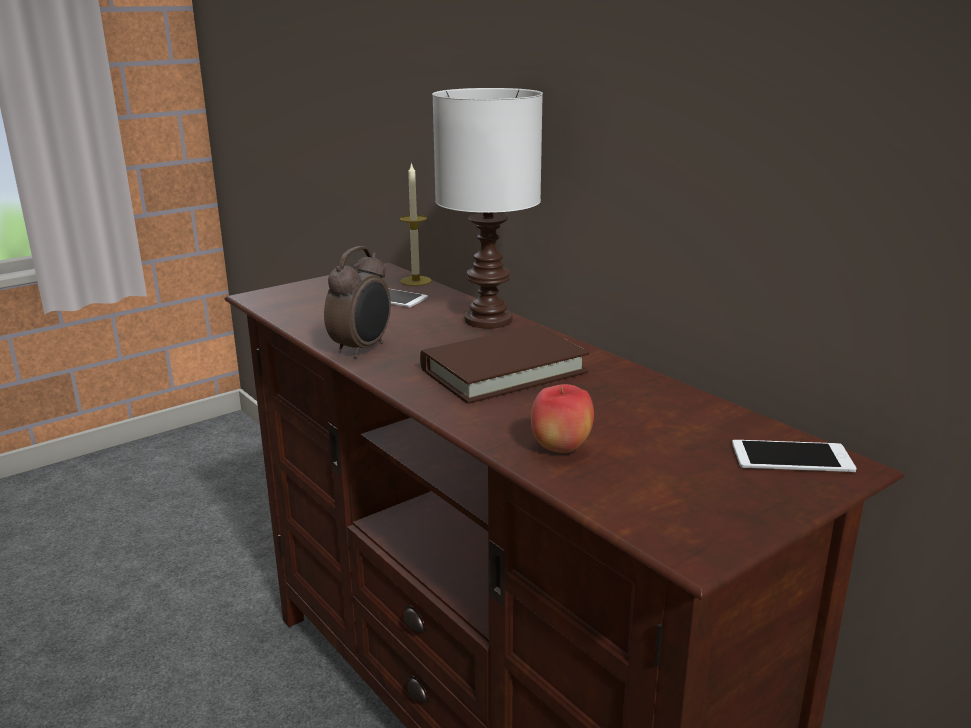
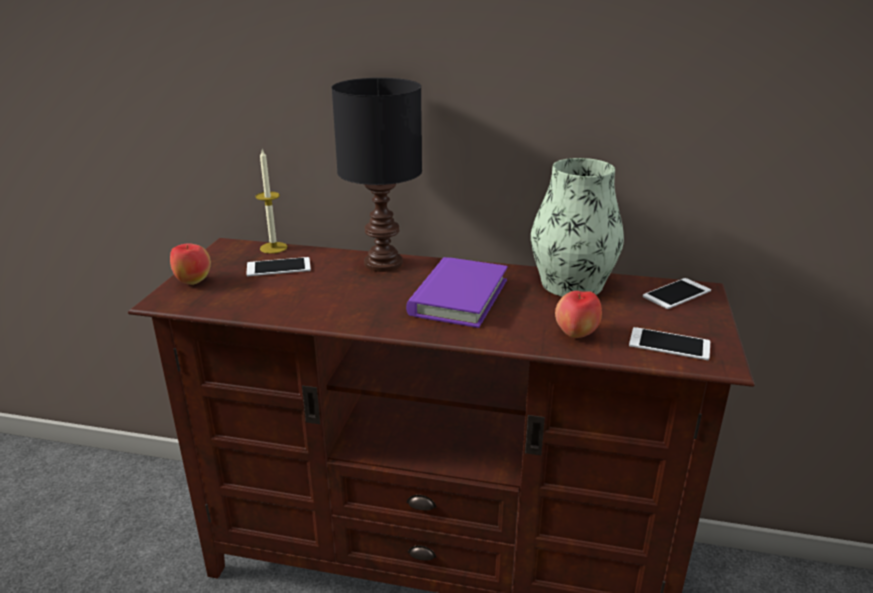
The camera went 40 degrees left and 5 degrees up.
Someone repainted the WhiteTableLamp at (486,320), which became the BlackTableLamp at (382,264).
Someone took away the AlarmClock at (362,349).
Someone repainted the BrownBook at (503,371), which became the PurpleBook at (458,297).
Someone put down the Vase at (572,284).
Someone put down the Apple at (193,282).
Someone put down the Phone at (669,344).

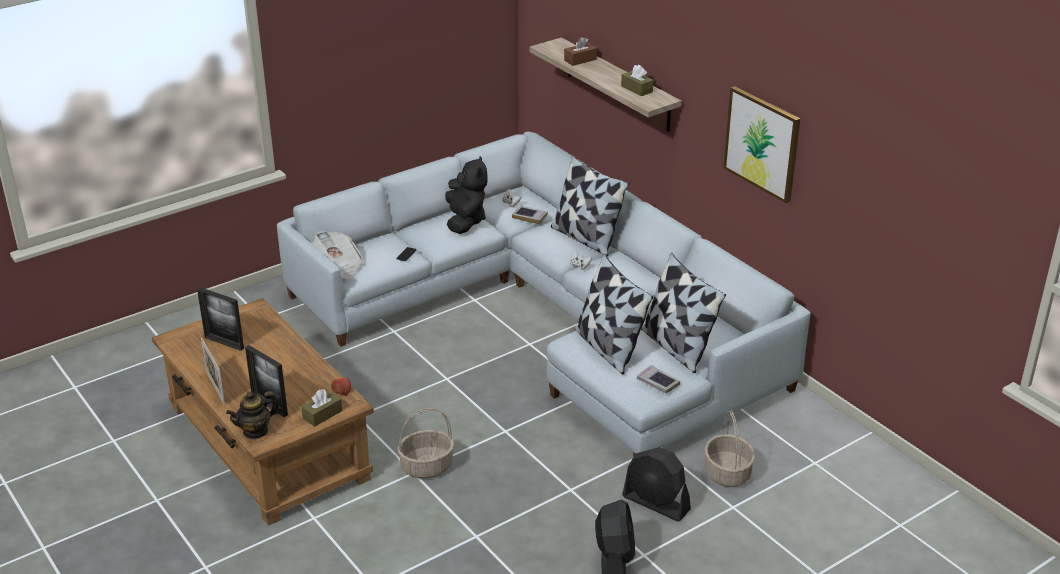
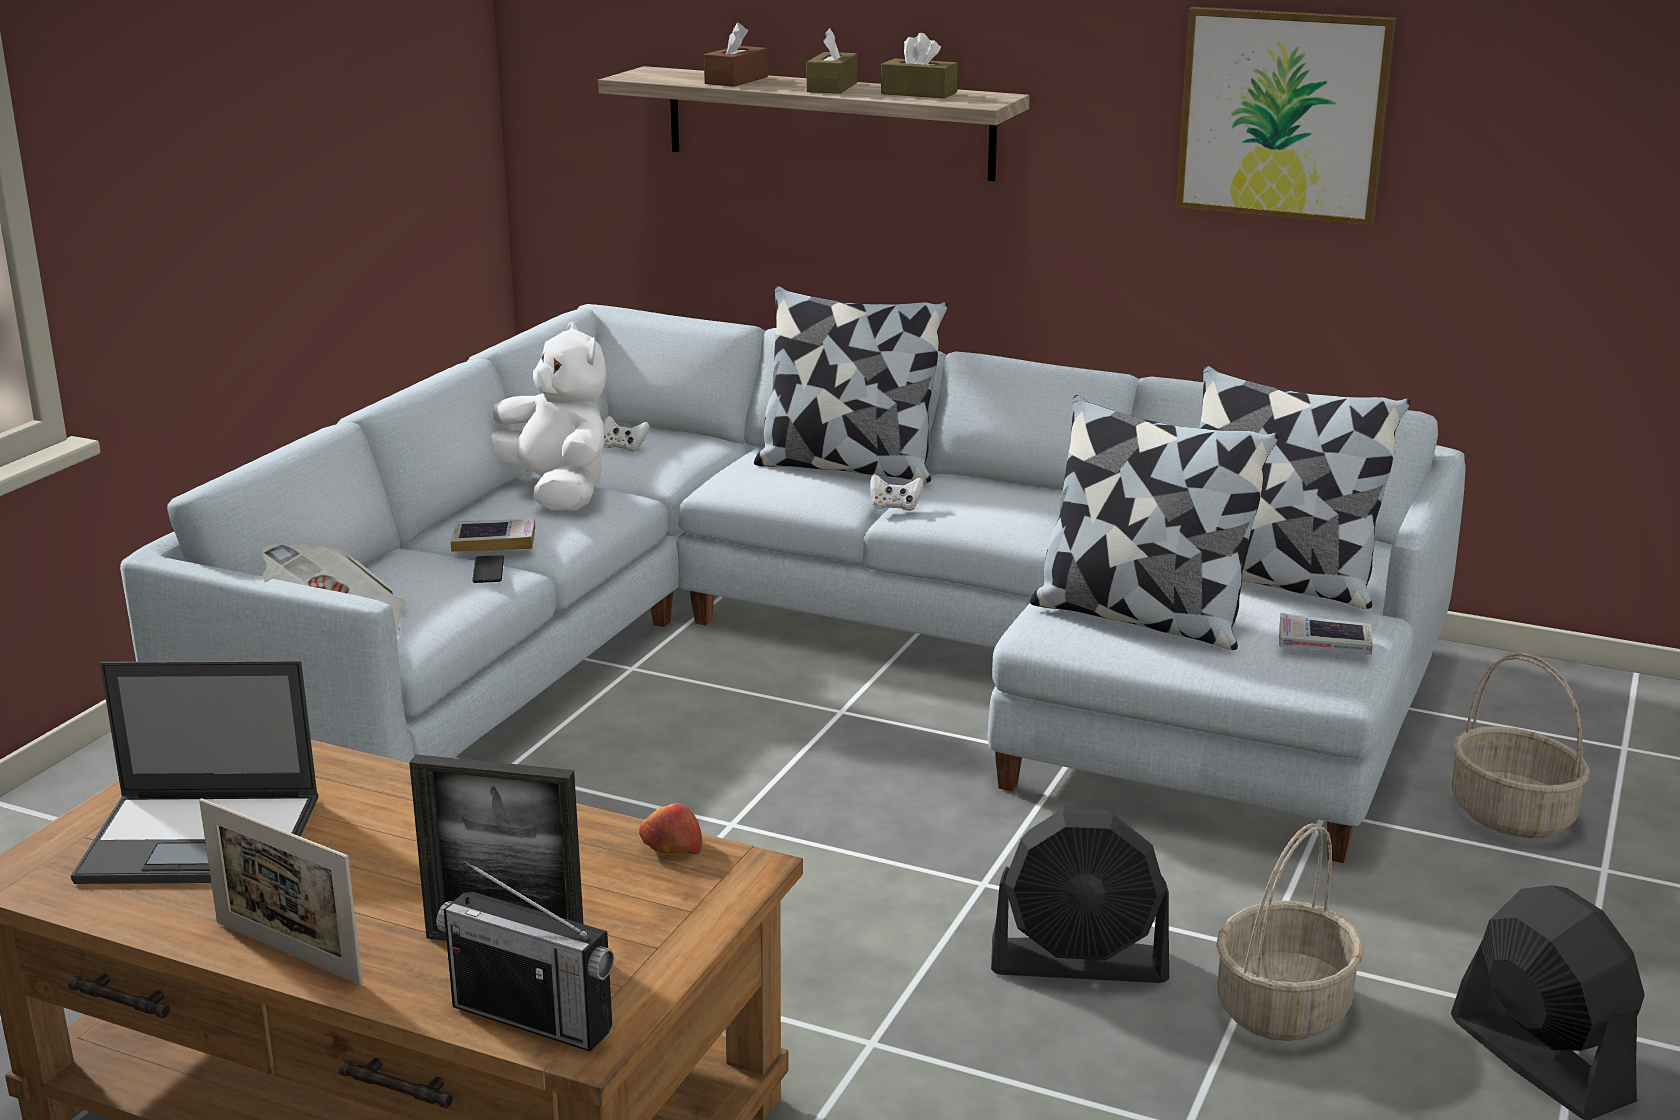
The camera went 30 degrees left and 10 degrees down.
Someone repainted the BlackPlushToy at (464,221), which became the WhitePlushToy at (555,492).
Someone carried the Book from (530,217) to (494,541).
Someone swapped the PictureFrame at (224,343) for the Laptop at (204,839).
Someone carried the BrownTissueBox from (322,414) to (832,87).
Someone swapped the Teapot at (255,431) for the Radio at (532,1018).
Someone carried the Basket from (427,466) to (1282,1007).
Someone carried the BlackFan from (656,503) to (1079,962).

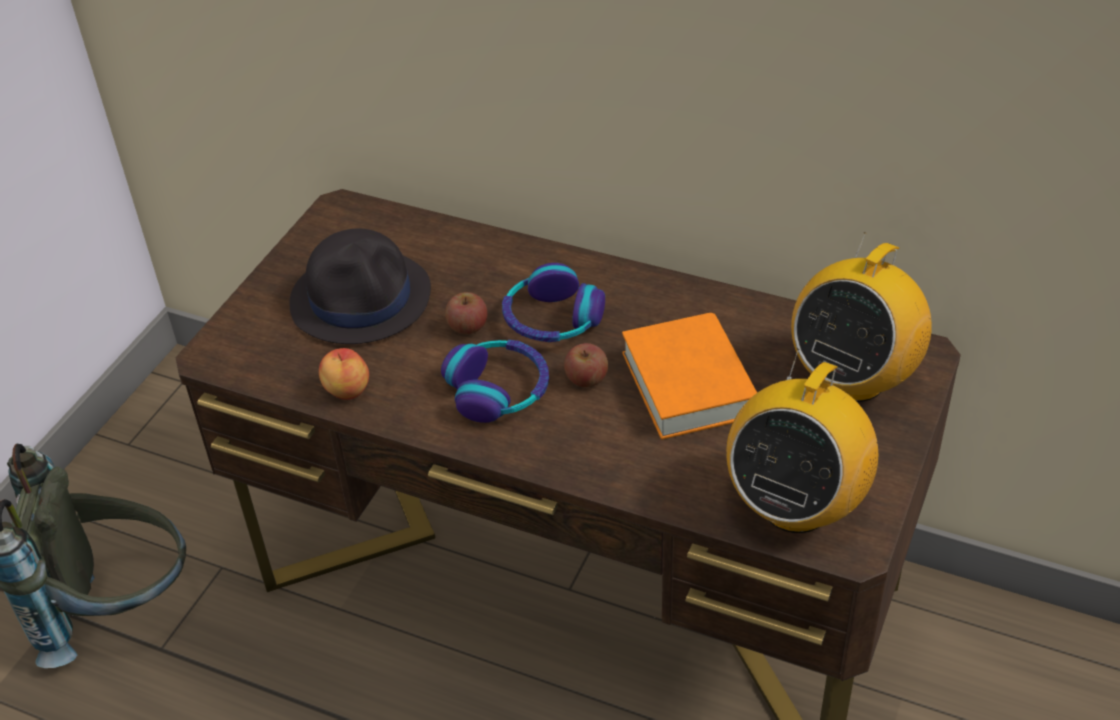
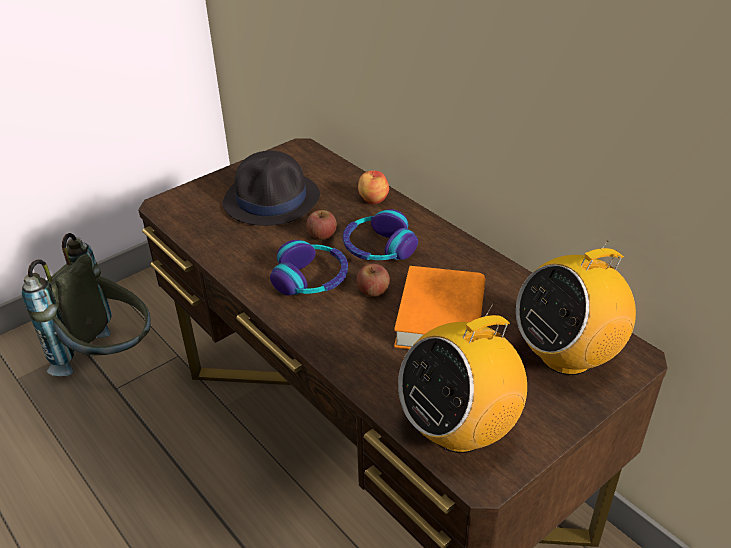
The camera went 25 degrees right and 5 degrees down.
Someone carried the Apple from (346,391) to (372,199).

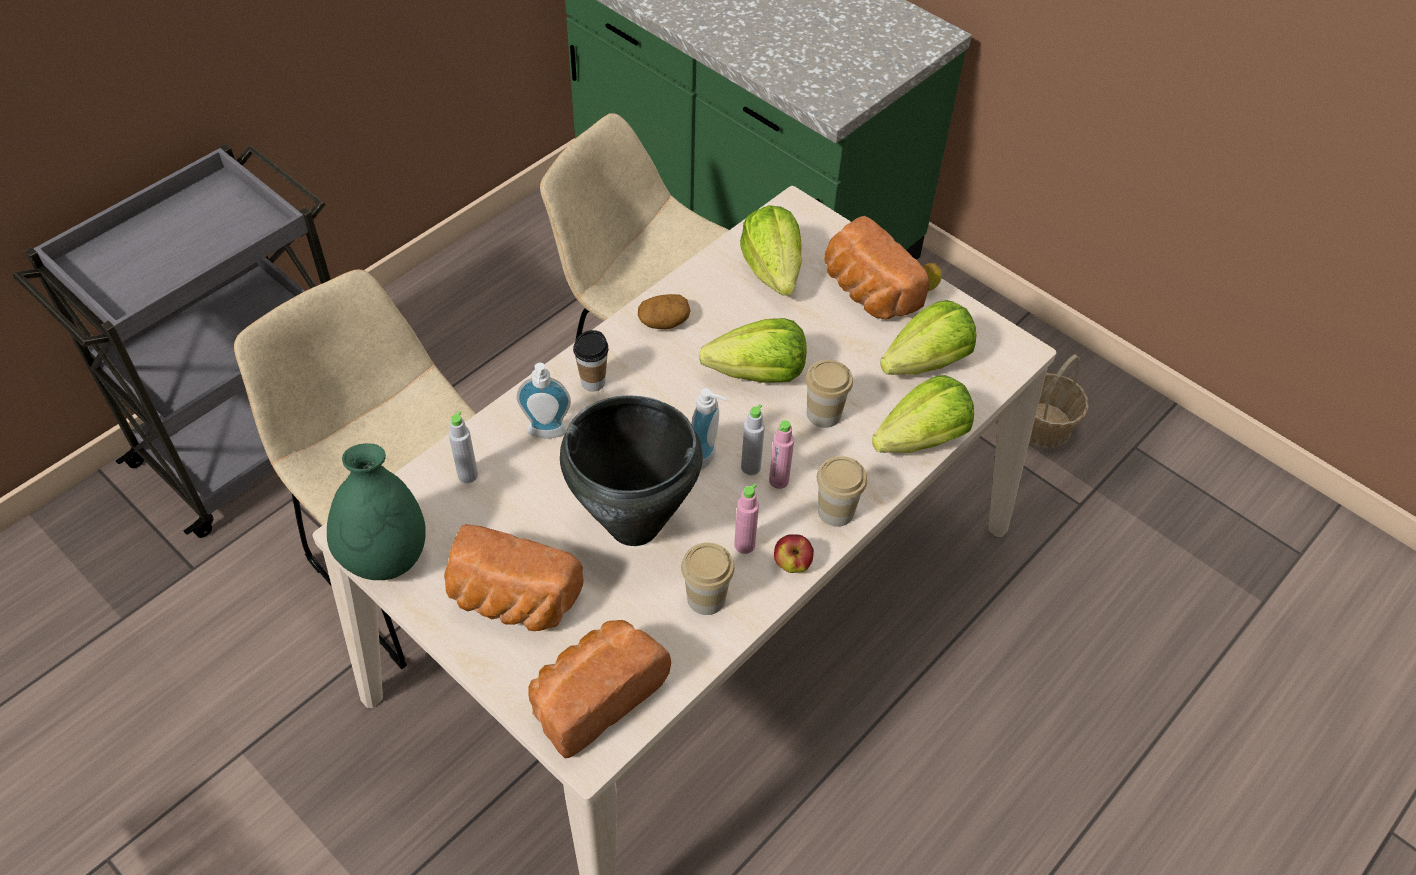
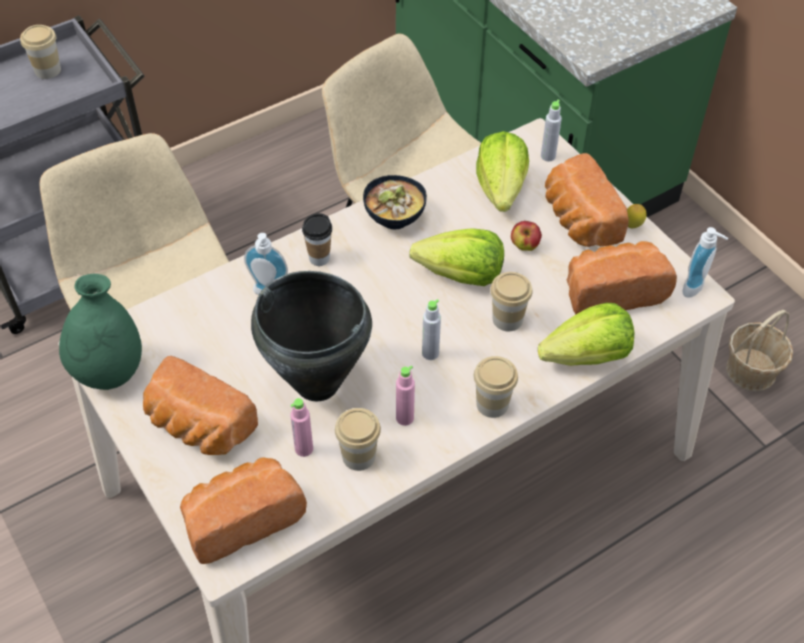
The camera went 15 degrees right and 0 degrees up.
Someone swapped the Potato at (663,322) for the Bowl at (394,217).
Someone swapped the Lettuce at (926,363) for the Bread at (612,291).
Someone carried the SoapDispenser from (708,457) to (697,288).
Someone carried the GreyBottle from (468,475) to (548,156).
Someone carried the PinkBottle from (778,480) to (304,449).
Someone carried the Apple from (792,564) to (524,246).
Someone put down the Cup at (48,70).

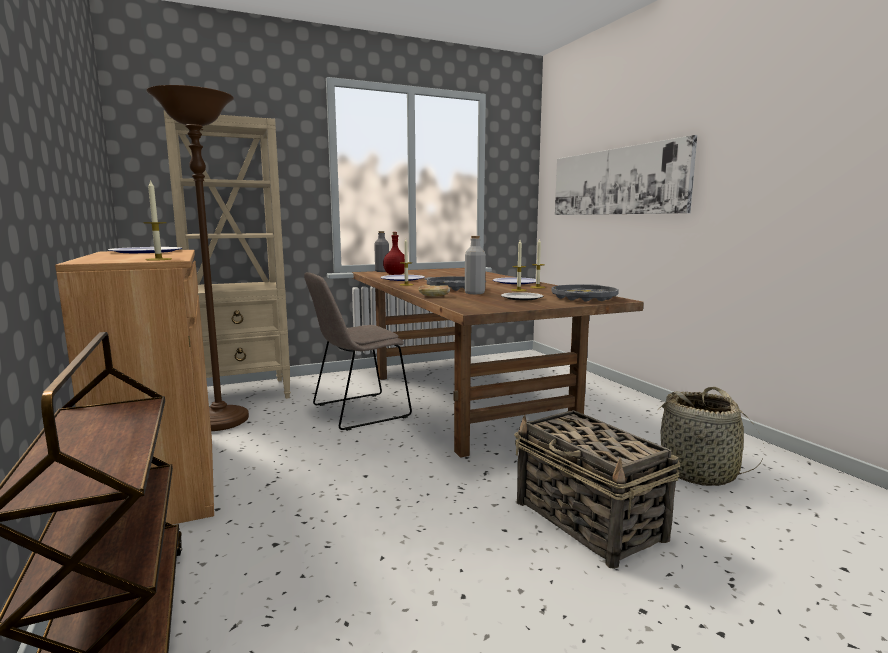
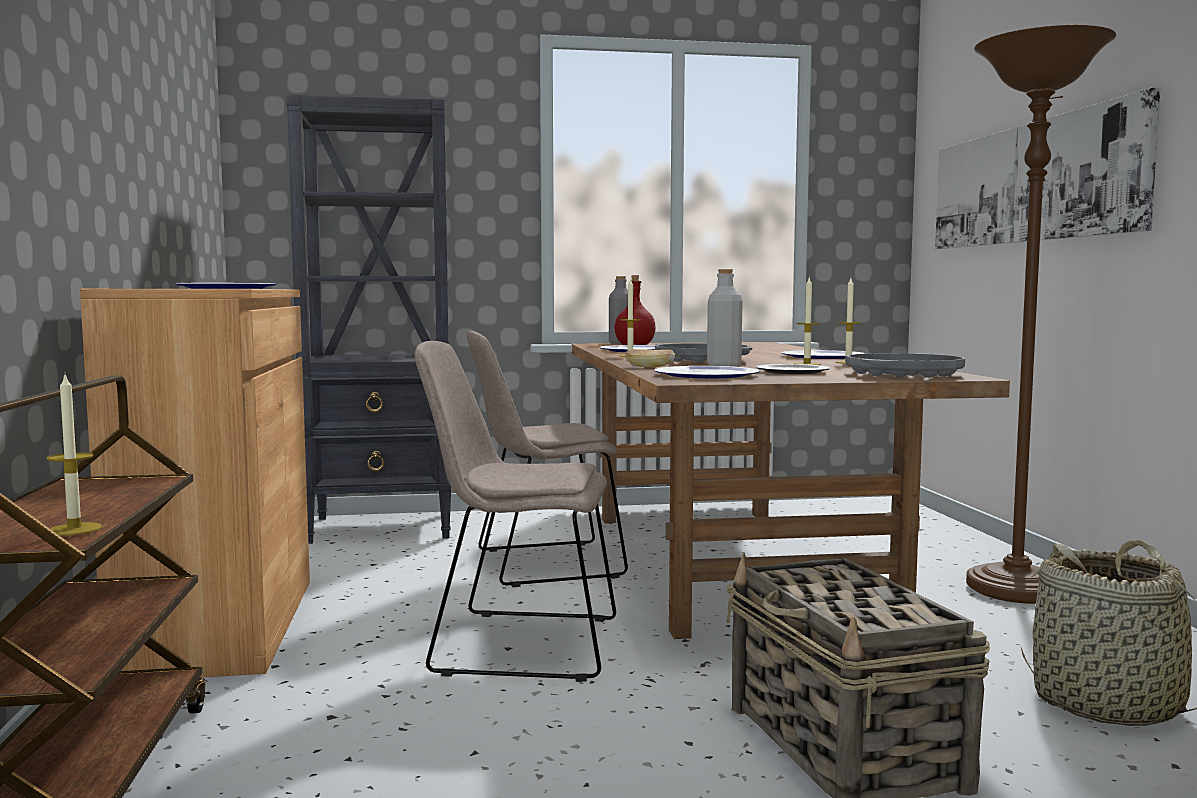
The camera went 15 degrees right and 5 degrees down.
Someone carried the BrownFloorLamp from (220,421) to (1016,590).
Someone repainted the BeigeBookcase at (243,393), which became the BlackBookcase at (383,528).
Someone carried the Candle from (158,259) to (74,529).
Someone put down the BeigeChair at (518,644).
Someone put down the Plate at (706,375).

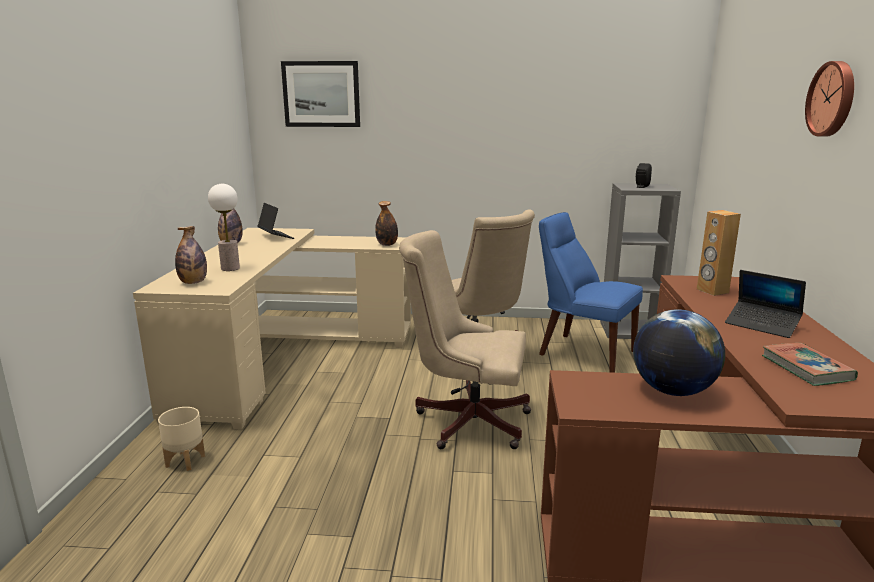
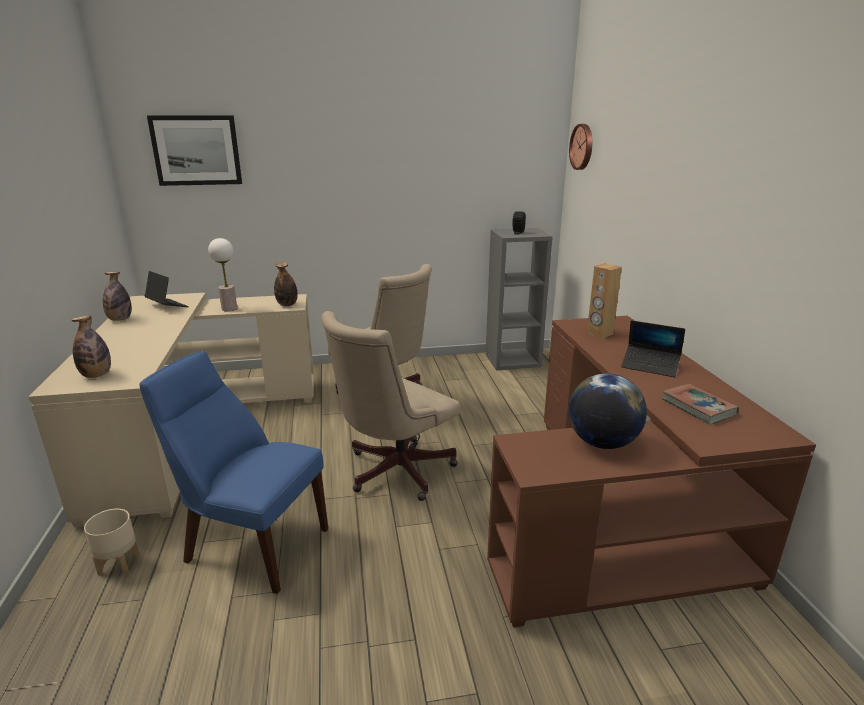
The camera went 15 degrees left and 5 degrees up.
Someone carried the WallClock from (833,99) to (582,147).
Someone carried the TableLamp from (230,268) to (229,309).
Someone carried the BlueChair from (582,352) to (252,544).
Someone rotated the BeigeOfficeChair at (465,420) by 45 degrees counterclockwise.

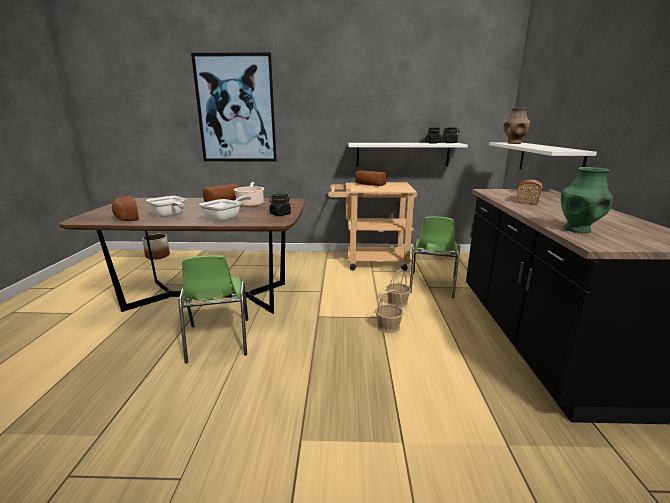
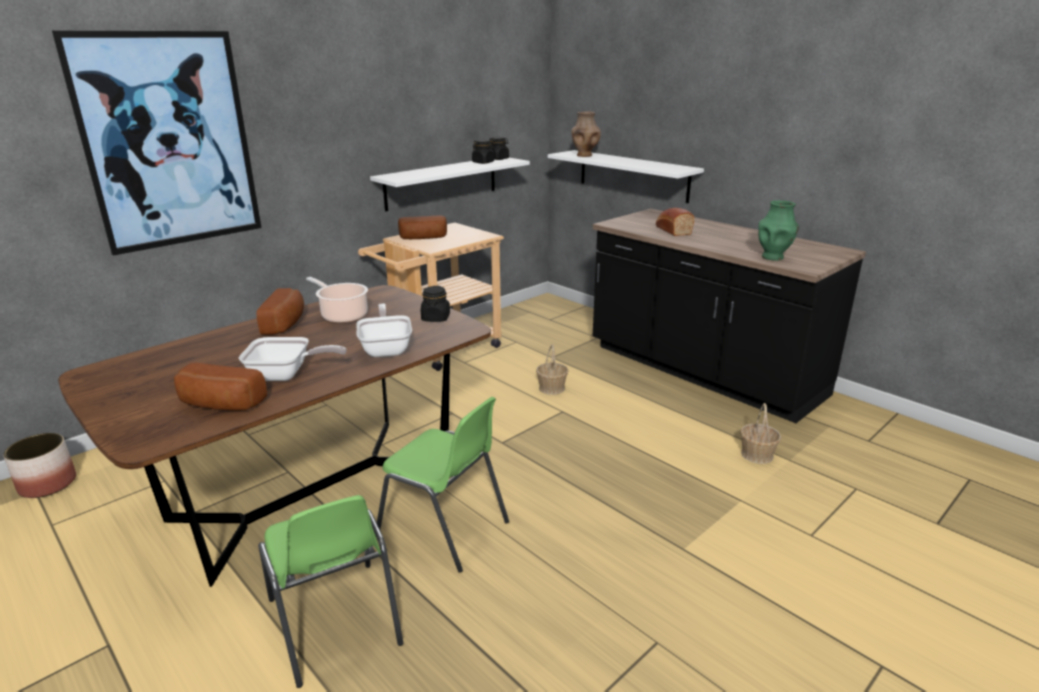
The camera went 45 degrees left and 5 degrees up.
Someone carried the GreenChair from (432,285) to (335,623).
Someone carried the Basket from (388,327) to (756,455).

